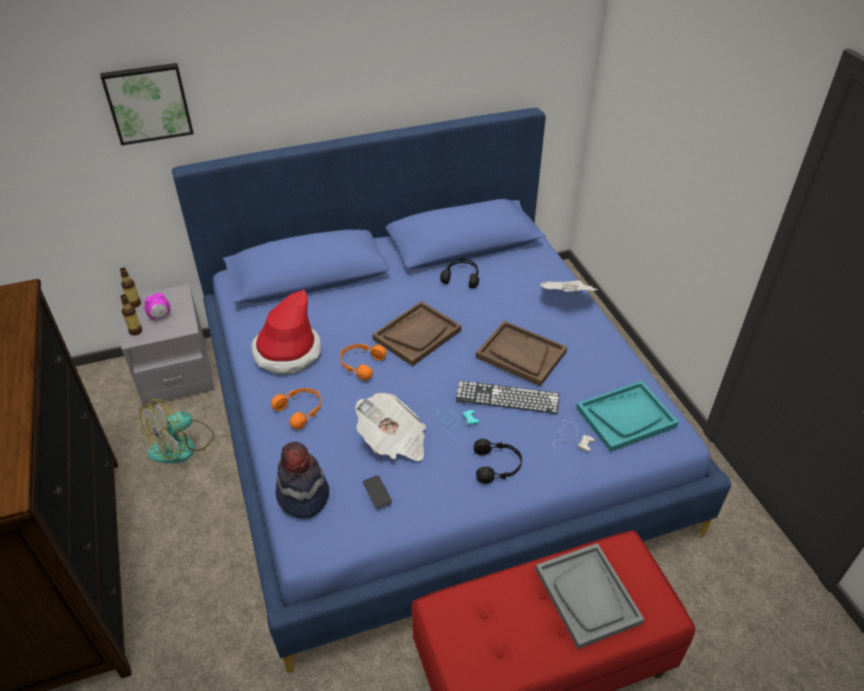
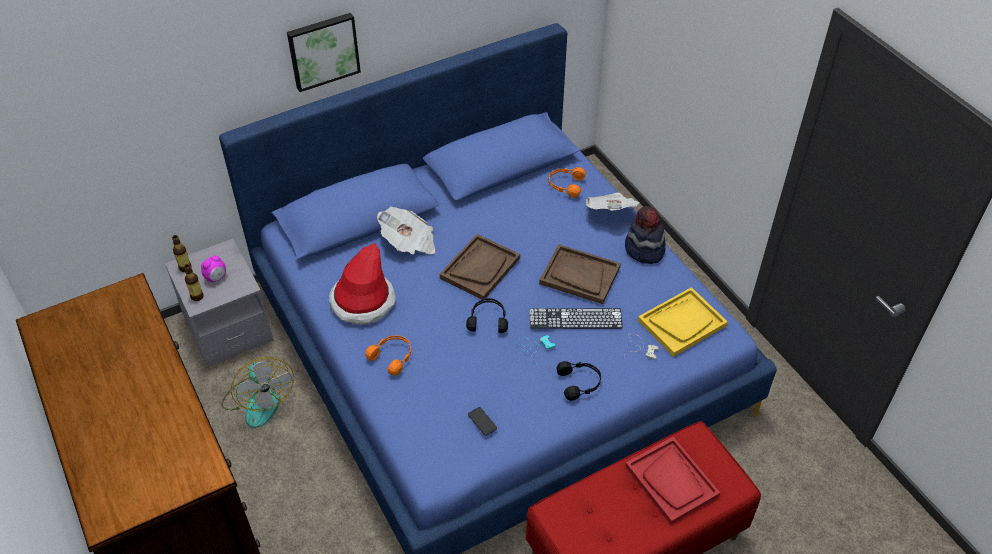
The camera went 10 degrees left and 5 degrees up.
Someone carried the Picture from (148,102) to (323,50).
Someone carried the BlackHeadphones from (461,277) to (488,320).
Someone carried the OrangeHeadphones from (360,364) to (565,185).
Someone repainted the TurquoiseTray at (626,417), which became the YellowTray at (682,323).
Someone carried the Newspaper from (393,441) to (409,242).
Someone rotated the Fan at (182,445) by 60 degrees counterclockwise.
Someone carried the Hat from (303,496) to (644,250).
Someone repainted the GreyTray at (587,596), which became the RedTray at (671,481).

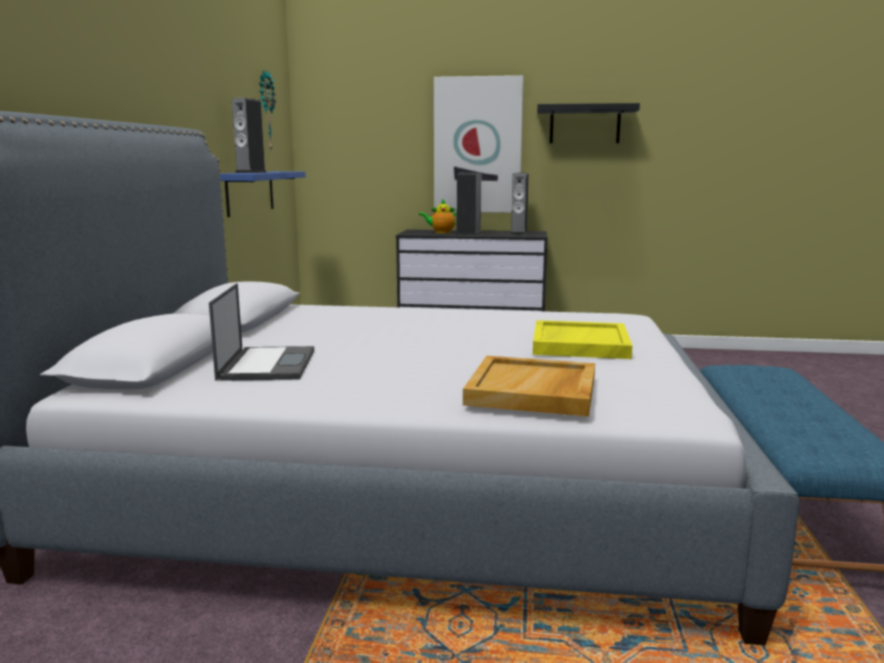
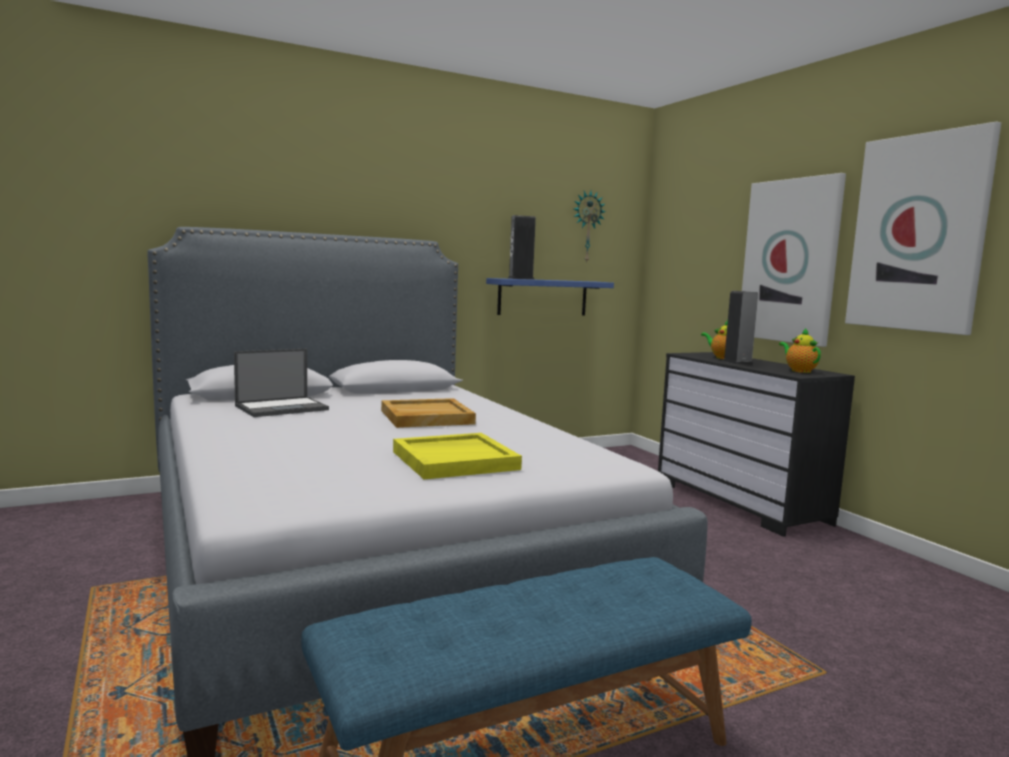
The camera went 55 degrees right and 5 degrees down.
Someone swapped the BlackShelf at (584,124) for the Picture at (918,233).
Someone swapped the Speaker at (519,233) for the Teapot at (799,371).
Someone carried the BeigeTray from (533,391) to (426,417).

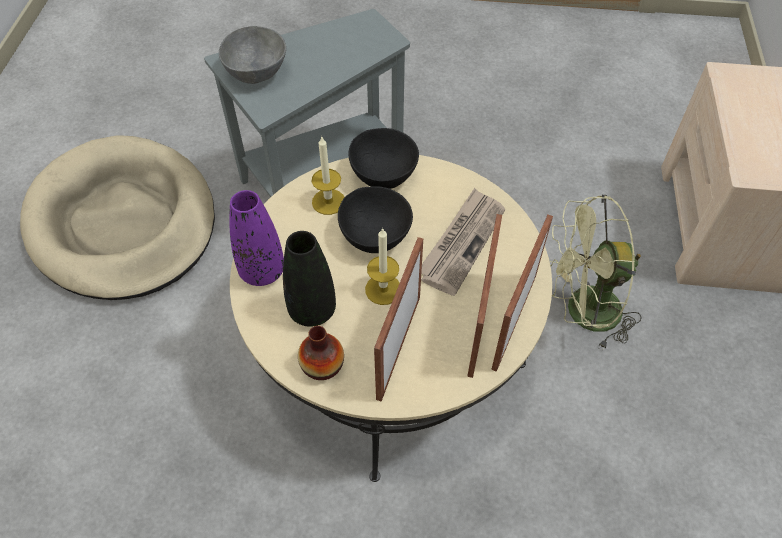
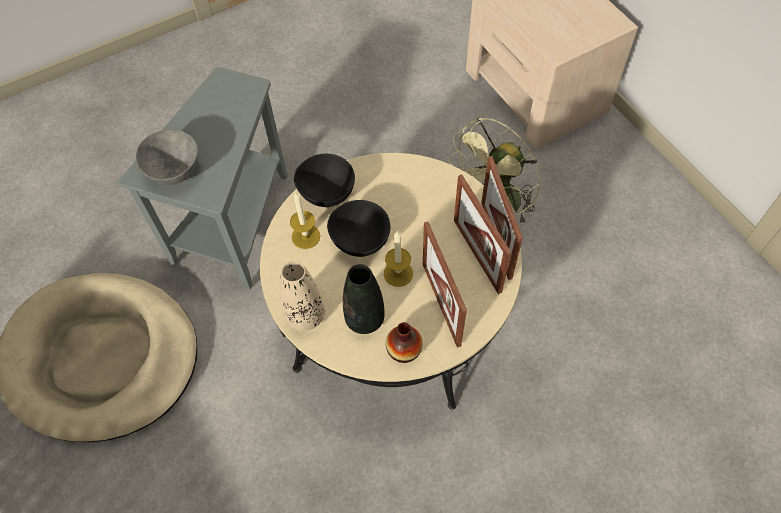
The camera went 35 degrees left and 5 degrees up.
Someone took away the Newspaper at (462,242).
Someone repainted the PurpleVase at (262,271), which became the BeigeVase at (305,316).

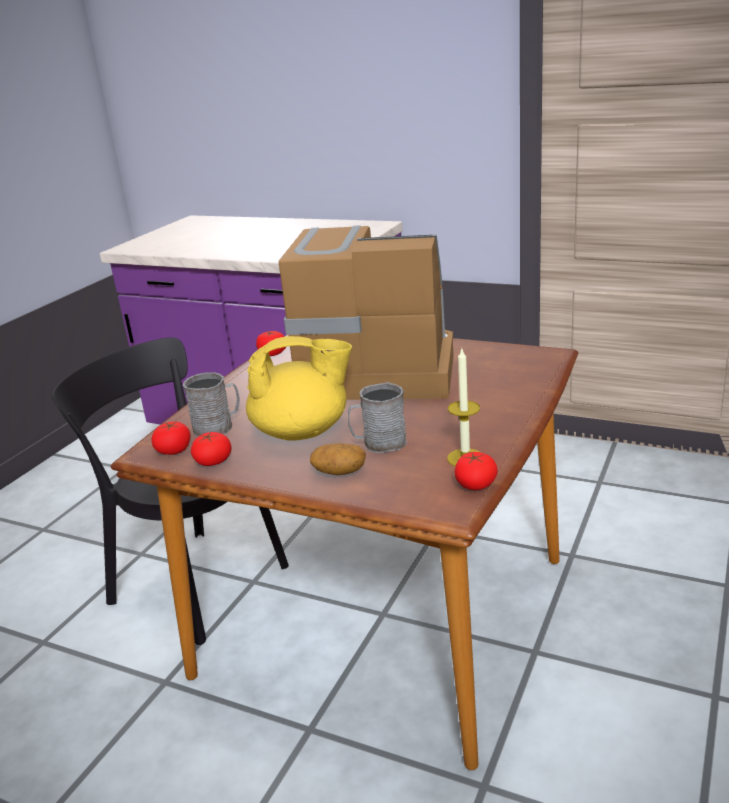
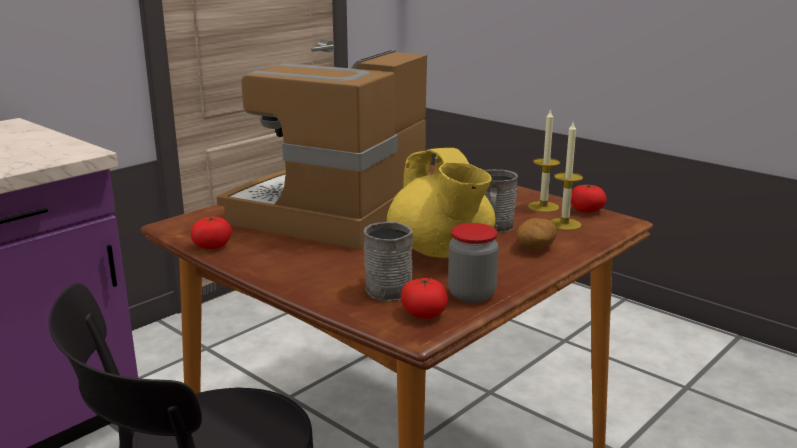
The camera went 75 degrees left and 5 degrees down.
Someone rotated the YellowTeapot at (303,431) by 150 degrees clockwise.
Someone swapped the Tomato at (213,461) for the Jar at (471,295).
Someone put down the Candle at (564,224).

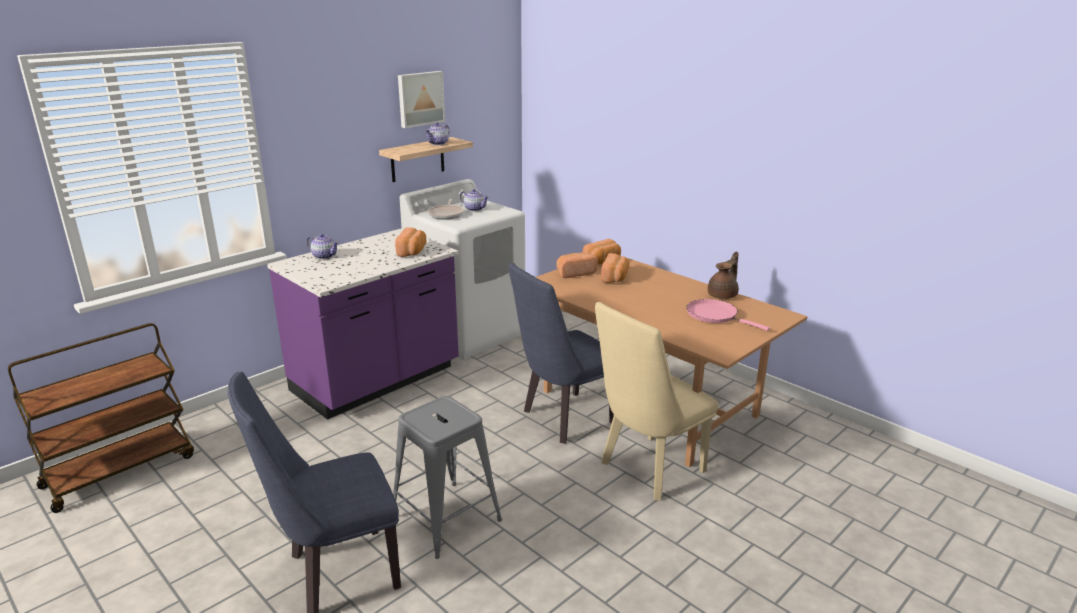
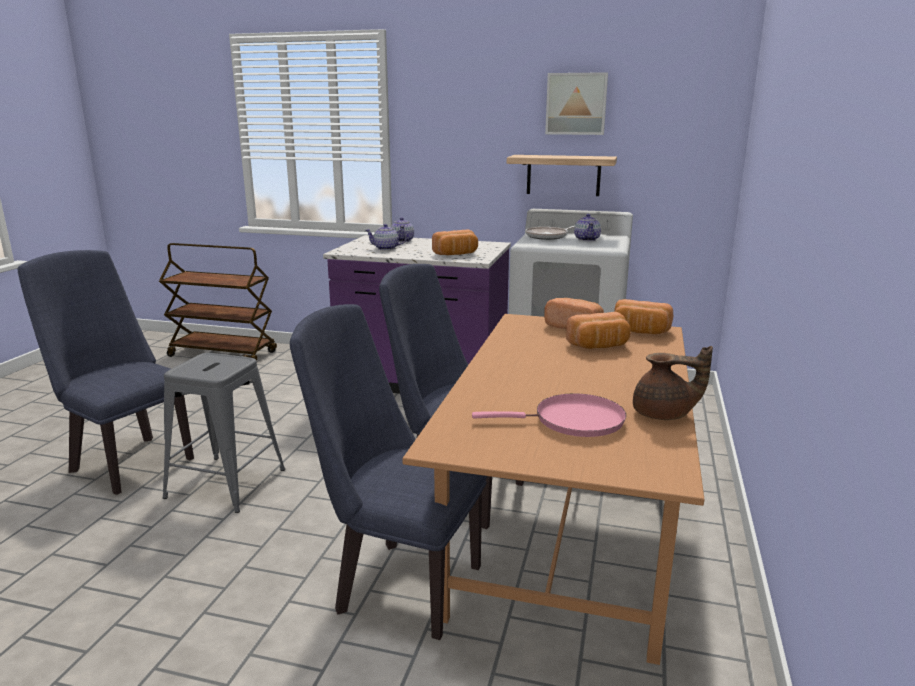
The camera went 60 degrees right and 5 degrees down.
Someone carried the Teapot from (438,143) to (386,248).
Someone rotated the PinkFryingPan at (715,315) by 75 degrees clockwise.
Someone repainted the BeigeChair at (647,470), which became the BlueChair at (398,584).

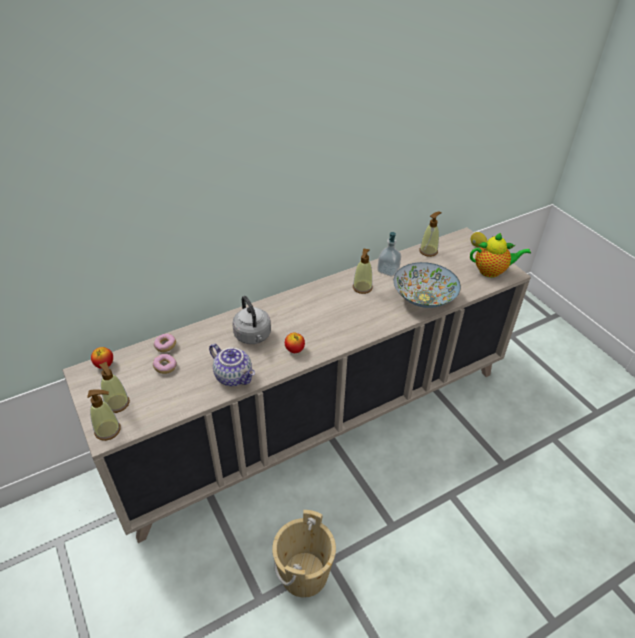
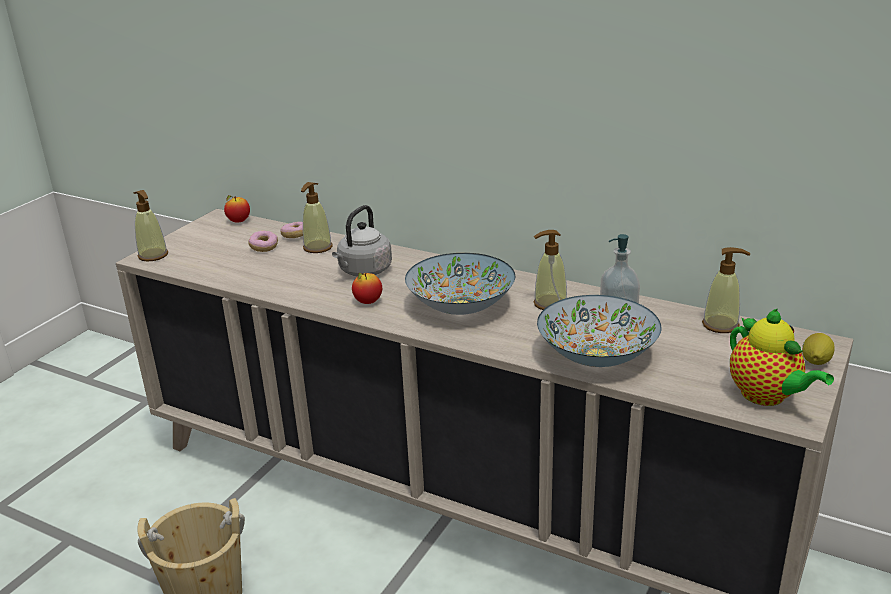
The camera went 60 degrees right and 15 degrees down.
Someone took away the Teapot at (234,376).
Someone carried the SoapDispenser from (117,404) to (317,247).
Someone put down the Bowl at (460,306).

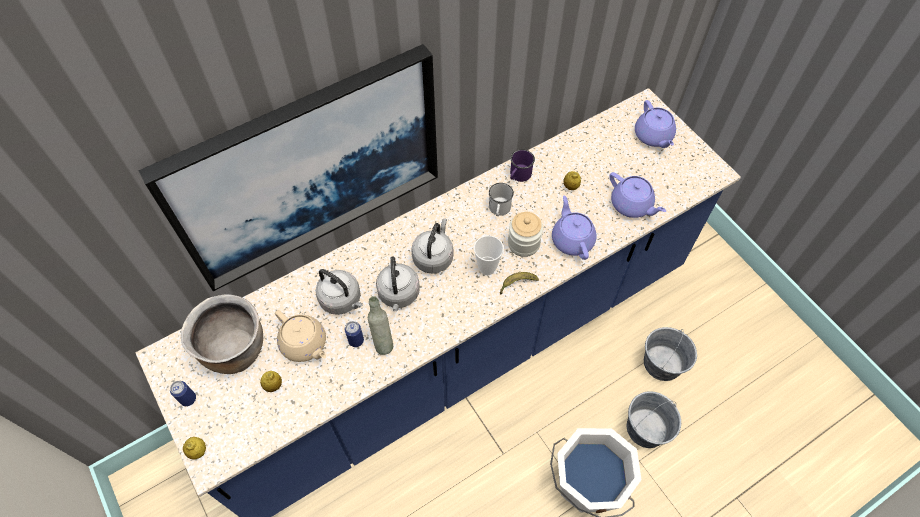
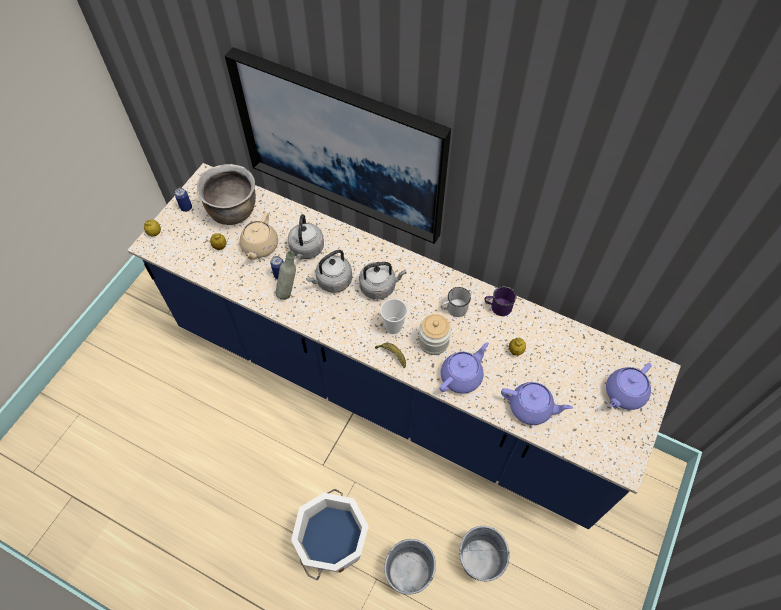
The camera went 60 degrees right and 0 degrees up.
Someone rotated the PurpleTeapot at (632,205) by 90 degrees counterclockwise.

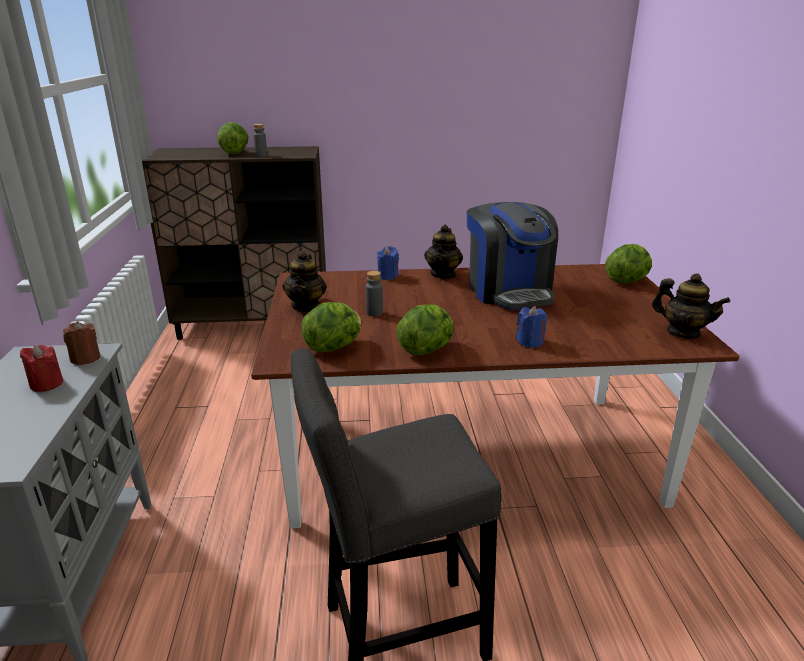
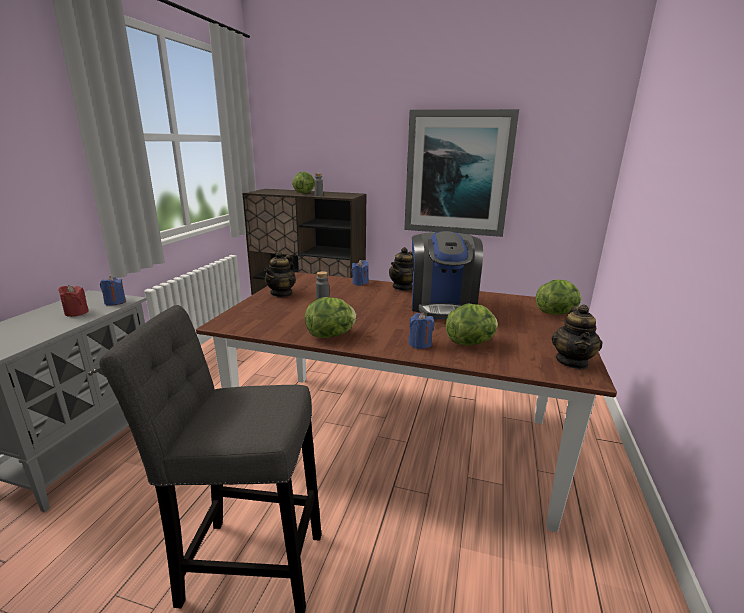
The camera went 20 degrees right and 5 degrees down.
Someone rotated the Teapot at (683,333) by 45 degrees clockwise.
Someone carried the Lettuce from (334,347) to (471,343).
Someone repainted the BrownCandle at (85,358), which became the BlueCandle at (115,302).
Someone put up the Picture at (458,173).

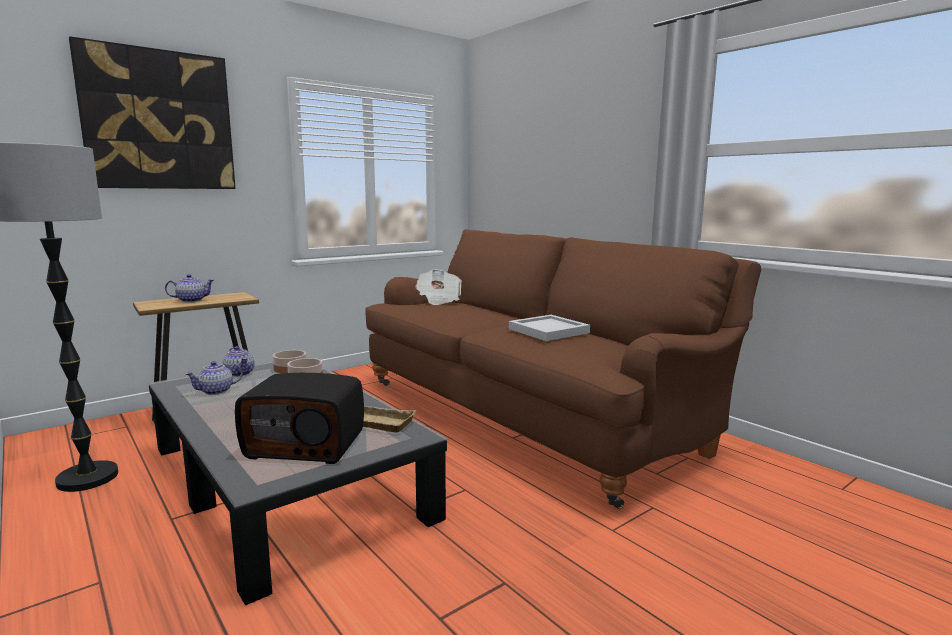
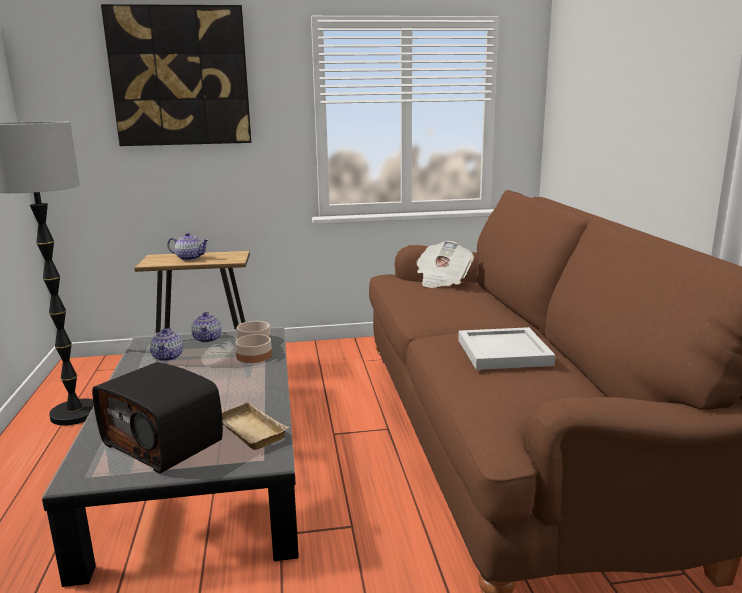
The camera went 30 degrees right and 5 degrees up.
Someone rotated the Teapot at (216,391) by 90 degrees counterclockwise.

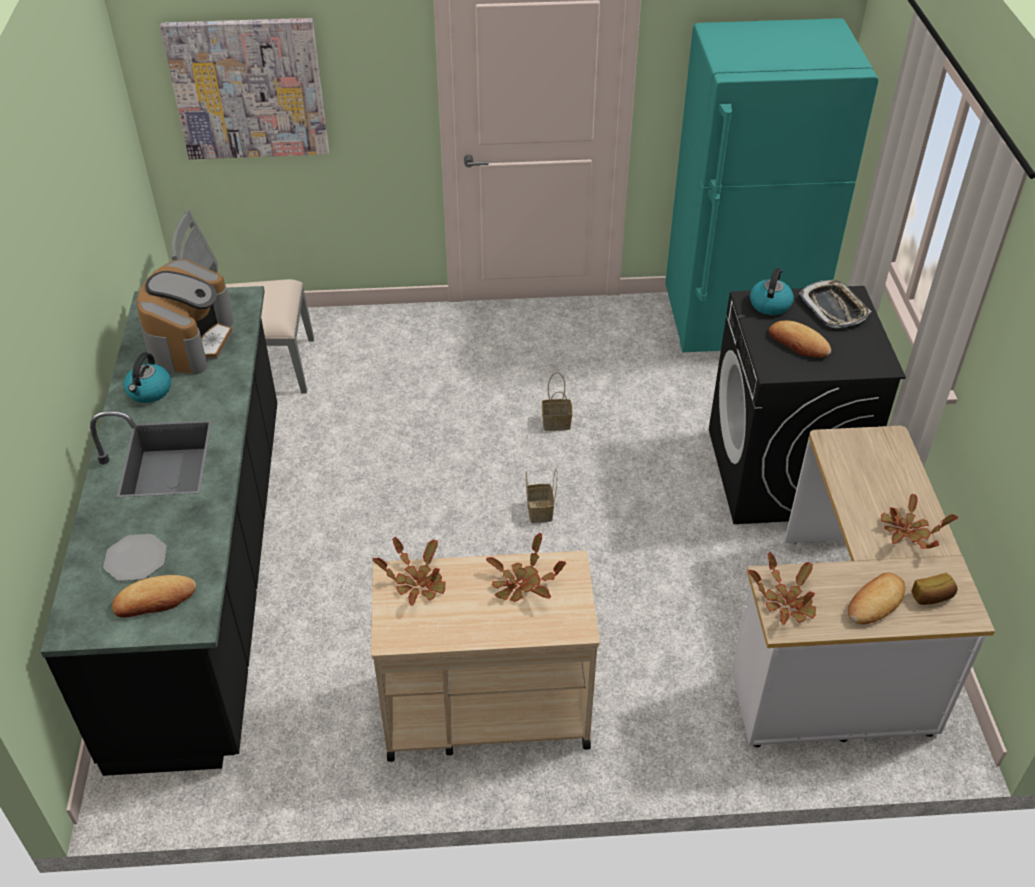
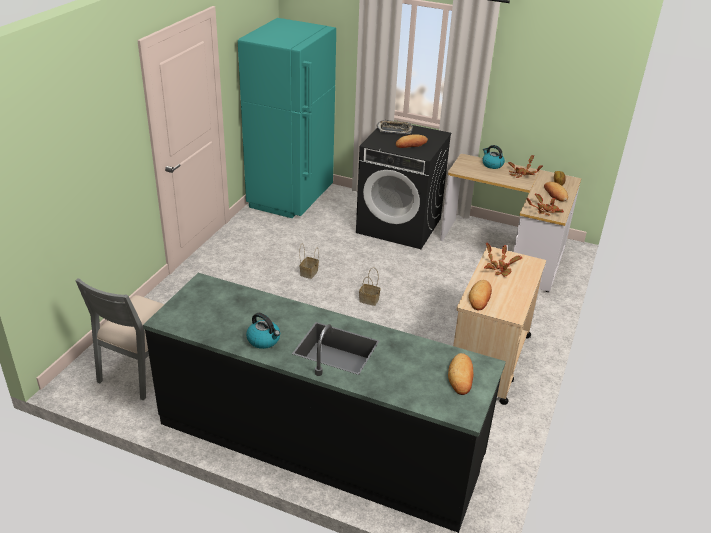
The camera went 65 degrees left and 10 degrees down.
Someone took away the Picture at (248,89).
Someone took away the CoffeeMachine at (191,341).
Someone carried the Kettle from (770,304) to (492,164).
Someone took away the Plate at (136,559).
Someone swapped the PottedPlant at (417,582) for the Bread at (480,297).

